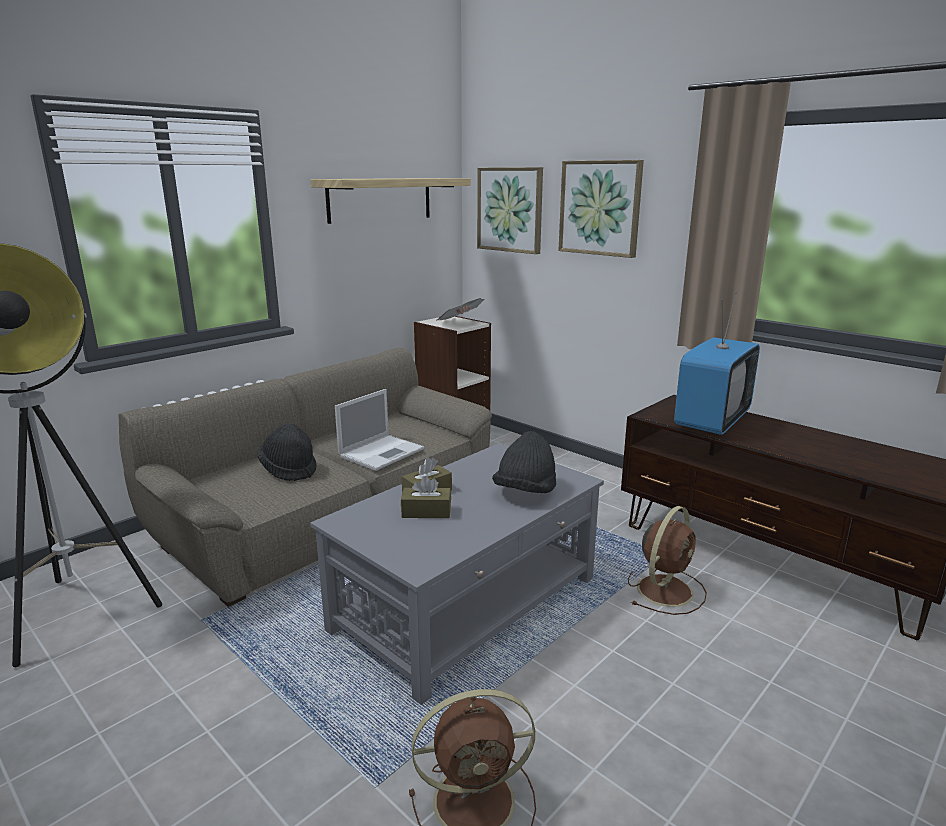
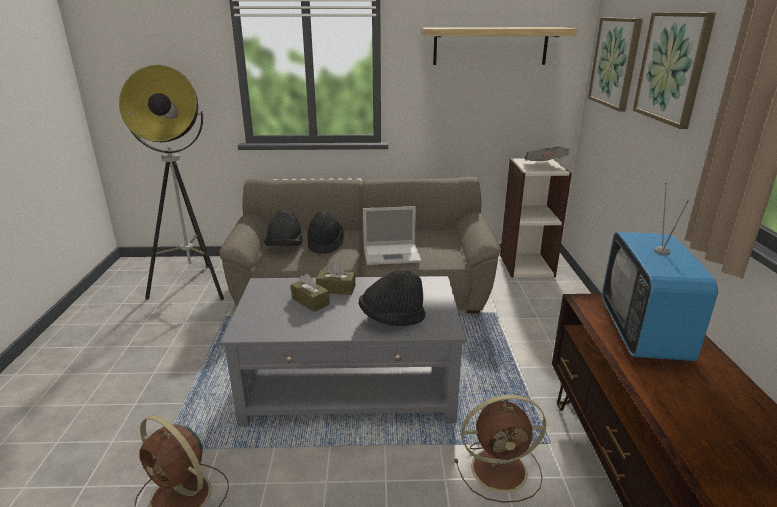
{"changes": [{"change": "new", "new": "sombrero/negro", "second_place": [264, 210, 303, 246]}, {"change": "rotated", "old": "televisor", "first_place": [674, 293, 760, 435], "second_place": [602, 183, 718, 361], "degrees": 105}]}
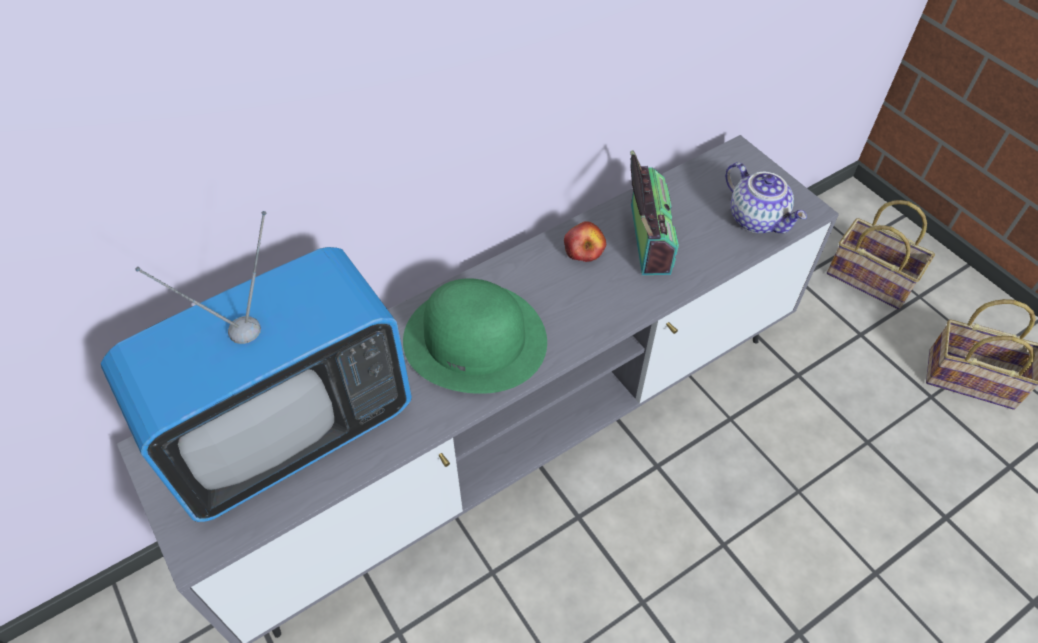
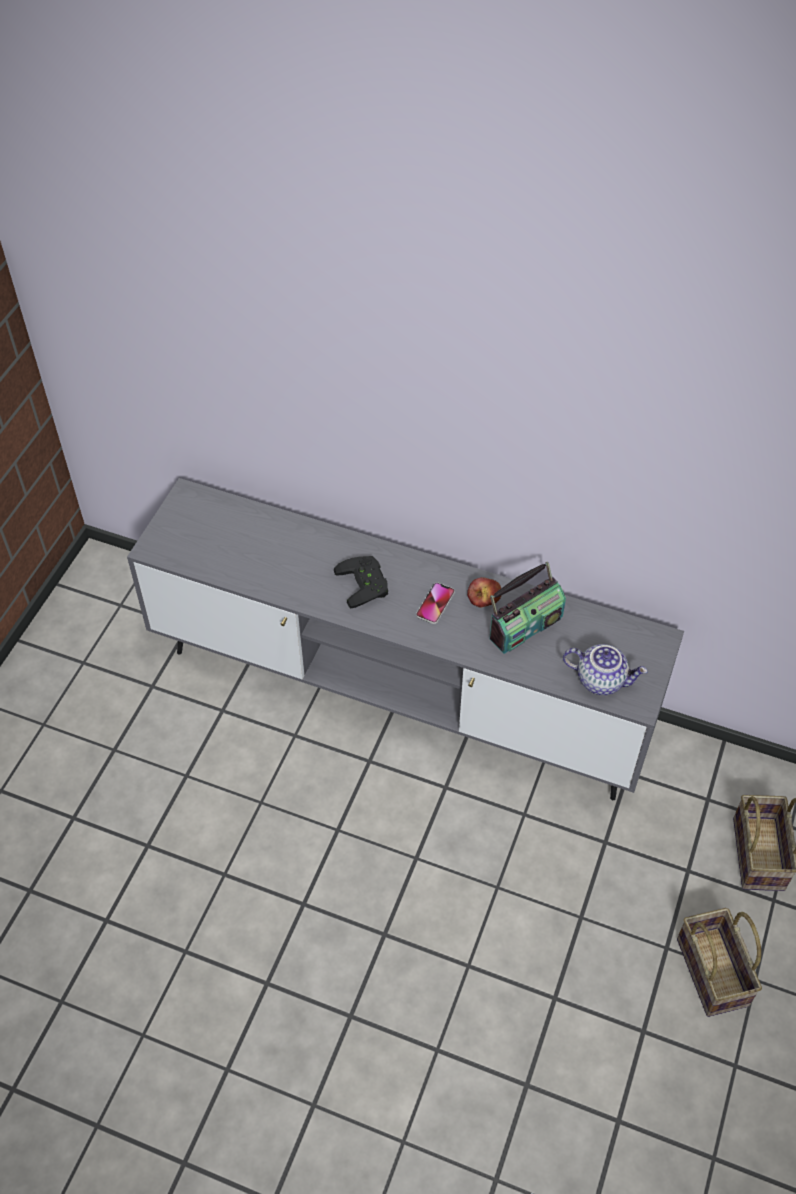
{"changes": [{"change": "swapped", "old": "sombrero/verde", "new": "mando de consola/negro", "first_place": [403, 278, 547, 394], "second_place": [334, 556, 388, 608]}, {"change": "new", "new": "móvil", "second_place": [416, 582, 455, 624]}, {"change": "rotated", "old": "tetera", "first_place": [725, 162, 807, 234], "second_place": [563, 644, 648, 695], "degrees": -90}, {"change": "gone", "old": "televisor", "first_place": [101, 211, 412, 522]}]}
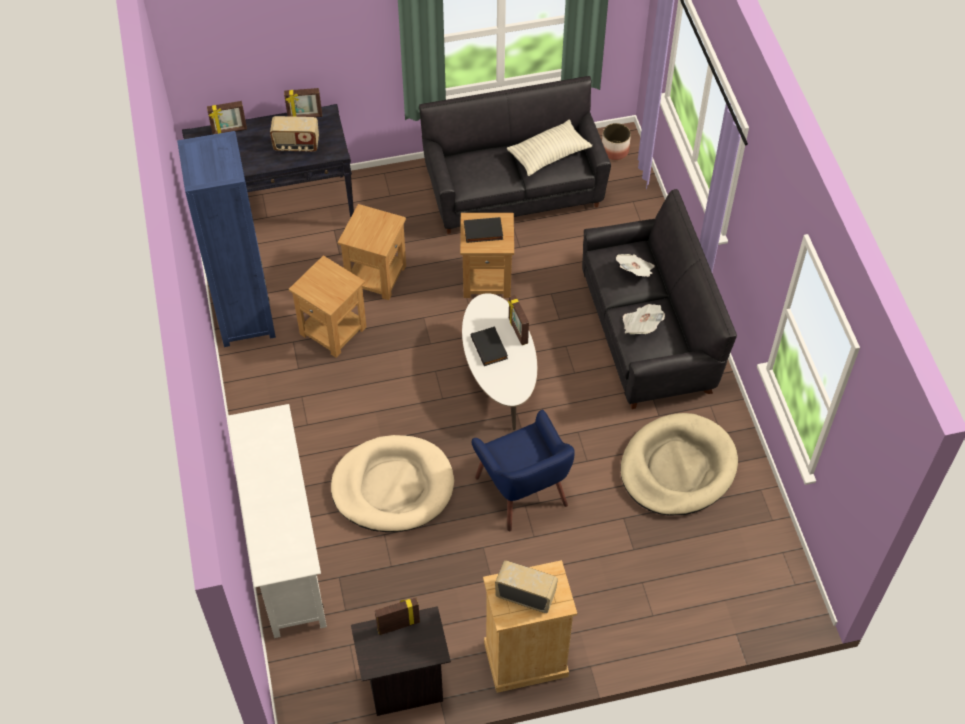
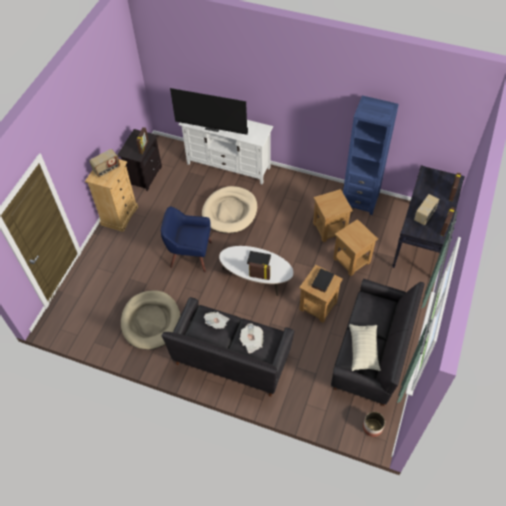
{"changes": [{"change": "new", "new": "televisor", "second_place": [170, 88, 248, 135]}]}
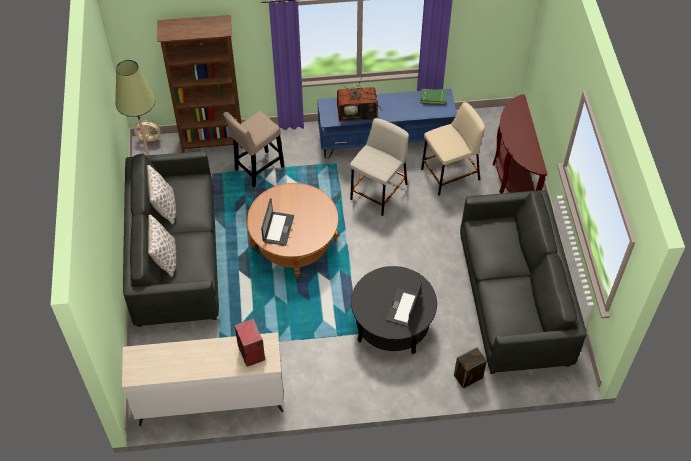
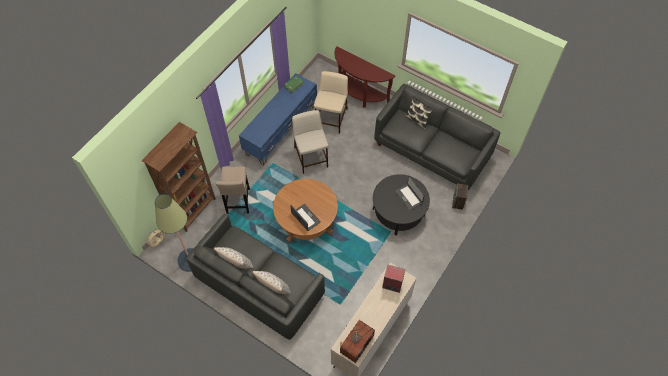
{"changes": [{"change": "shifted", "old": "televisor", "first_place": [337, 75, 383, 122], "second_place": [340, 320, 375, 363]}, {"change": "new", "new": "cojín", "second_place": [405, 96, 433, 129]}]}
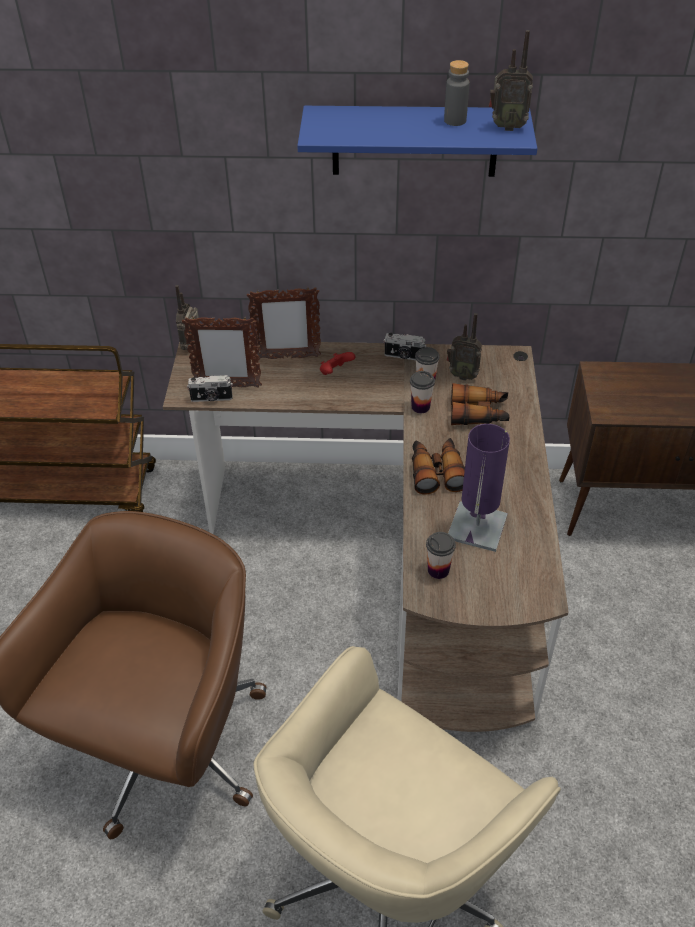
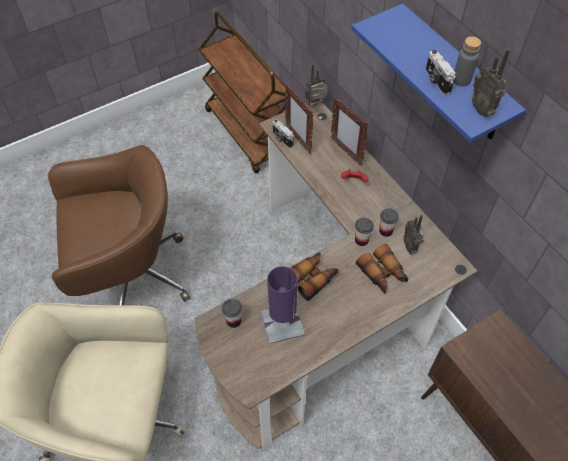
{"changes": [{"change": "shifted", "old": "cámara", "first_place": [384, 333, 426, 360], "second_place": [425, 50, 456, 95]}]}
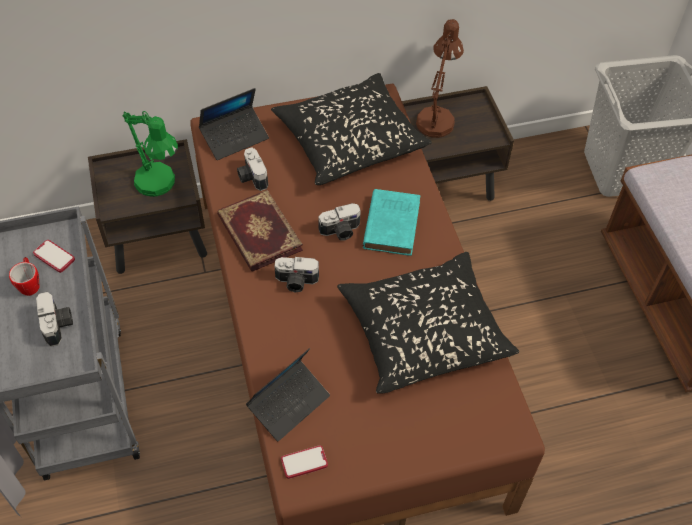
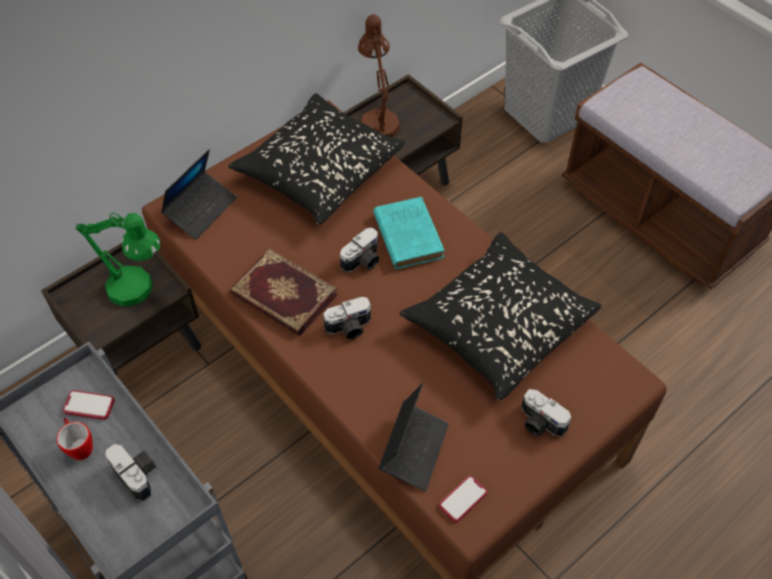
{"changes": [{"change": "shifted", "old": "cámara", "first_place": [237, 147, 268, 191], "second_place": [522, 389, 571, 437]}]}
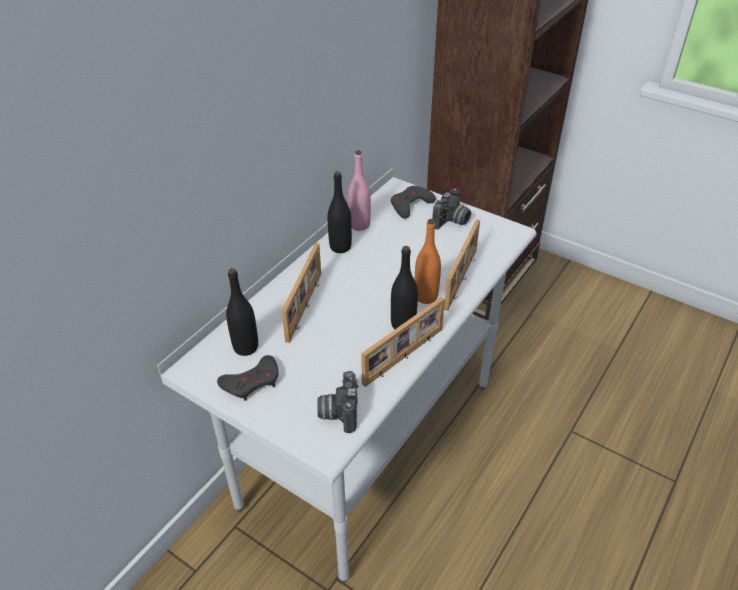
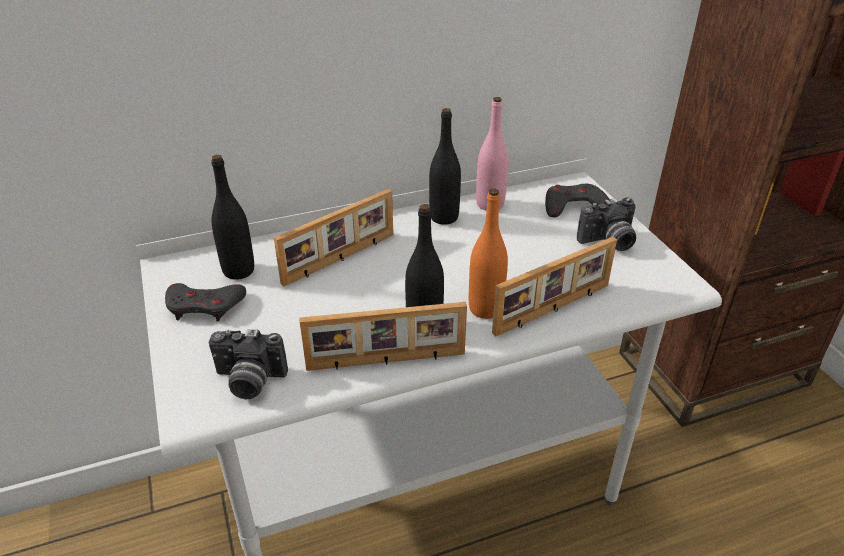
{"changes": [{"change": "rotated", "old": "cámara", "first_place": [317, 371, 358, 433], "second_place": [208, 329, 288, 399], "degrees": -120}]}
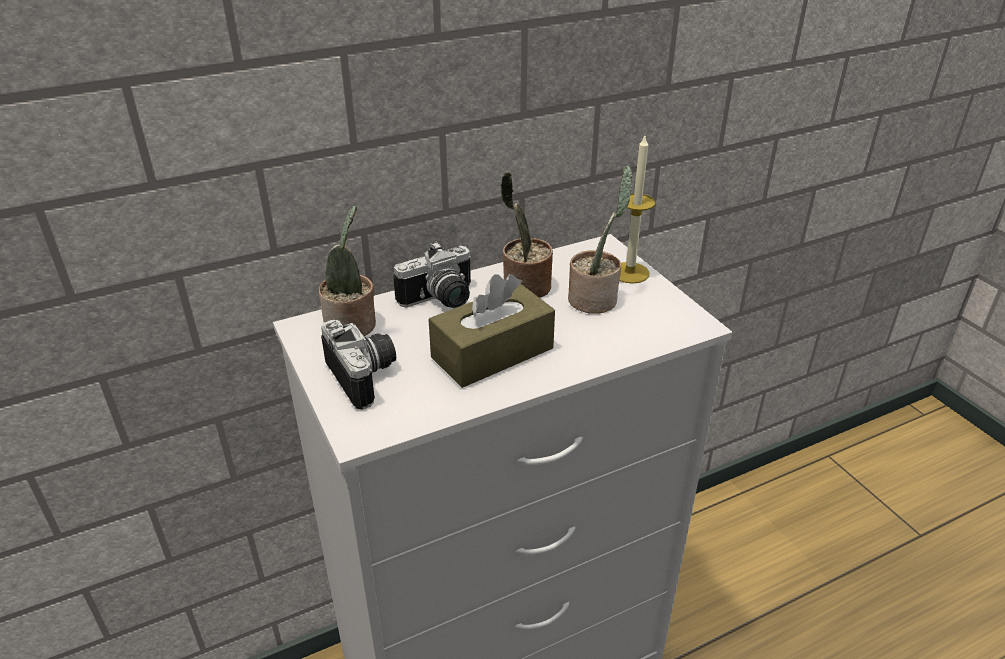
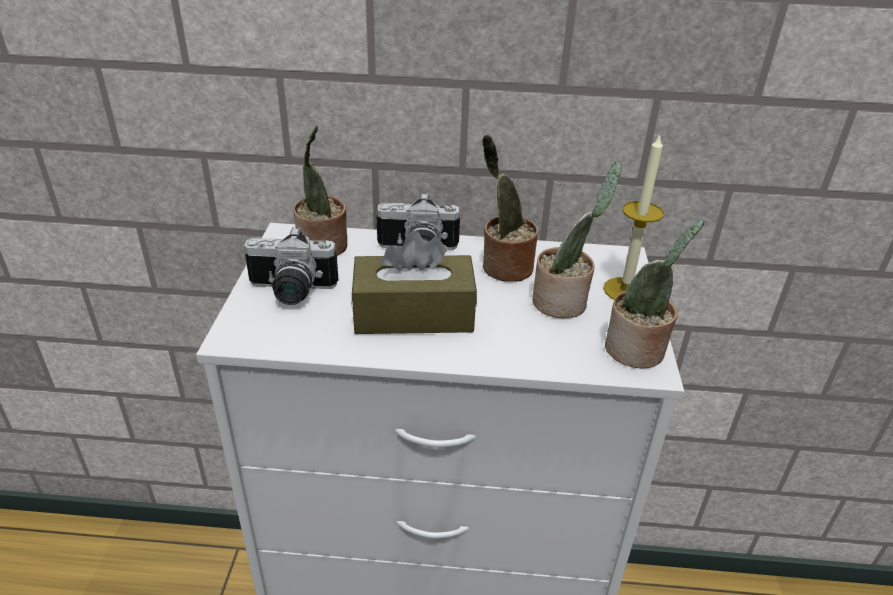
{"changes": [{"change": "rotated", "old": "cámara", "first_place": [321, 320, 396, 409], "second_place": [244, 227, 339, 305], "degrees": 90}, {"change": "new", "new": "planta en maceta", "second_place": [605, 219, 704, 368]}]}
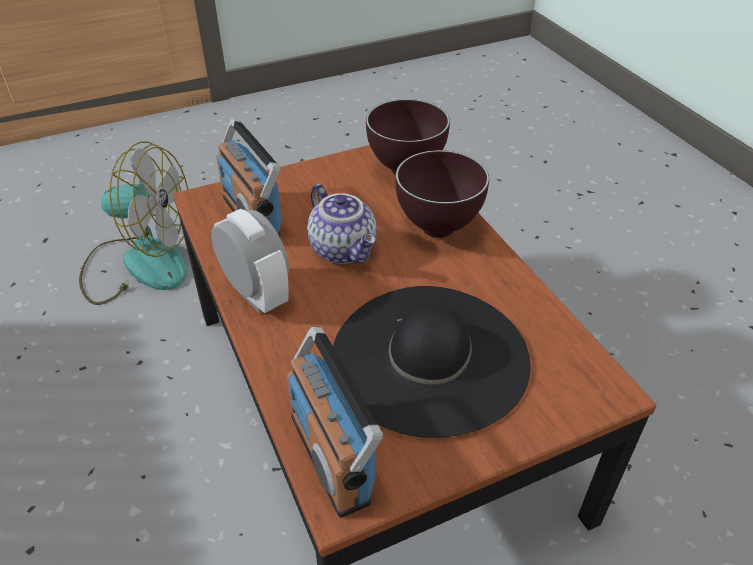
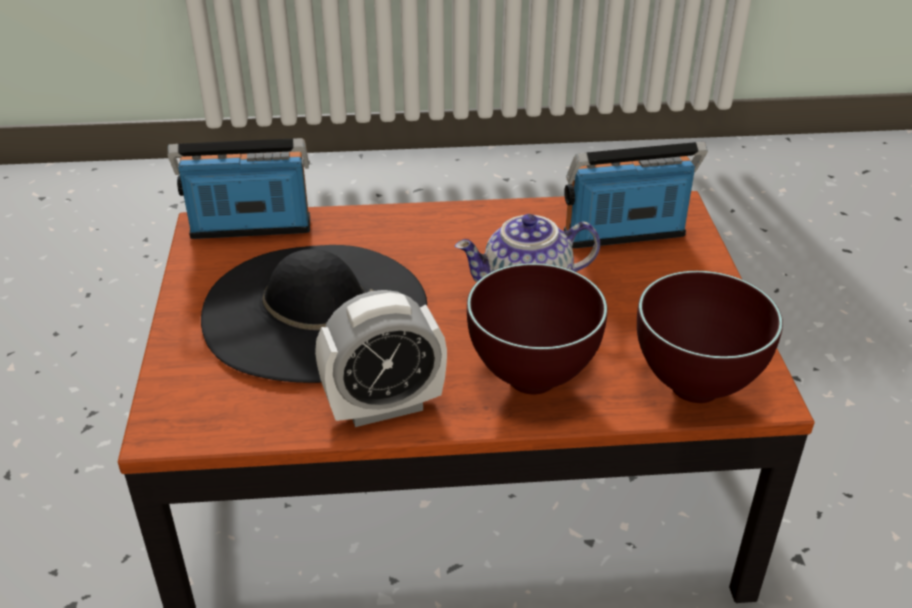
{"changes": [{"change": "shifted", "old": "despertador", "first_place": [211, 209, 289, 314], "second_place": [315, 290, 447, 427]}, {"change": "gone", "old": "ventilador", "first_place": [79, 141, 188, 305]}]}
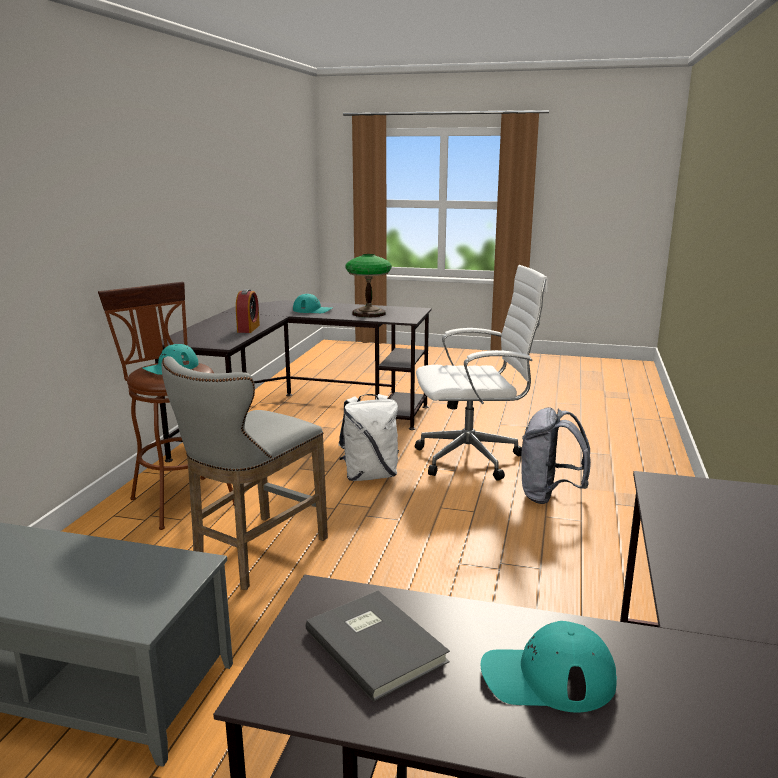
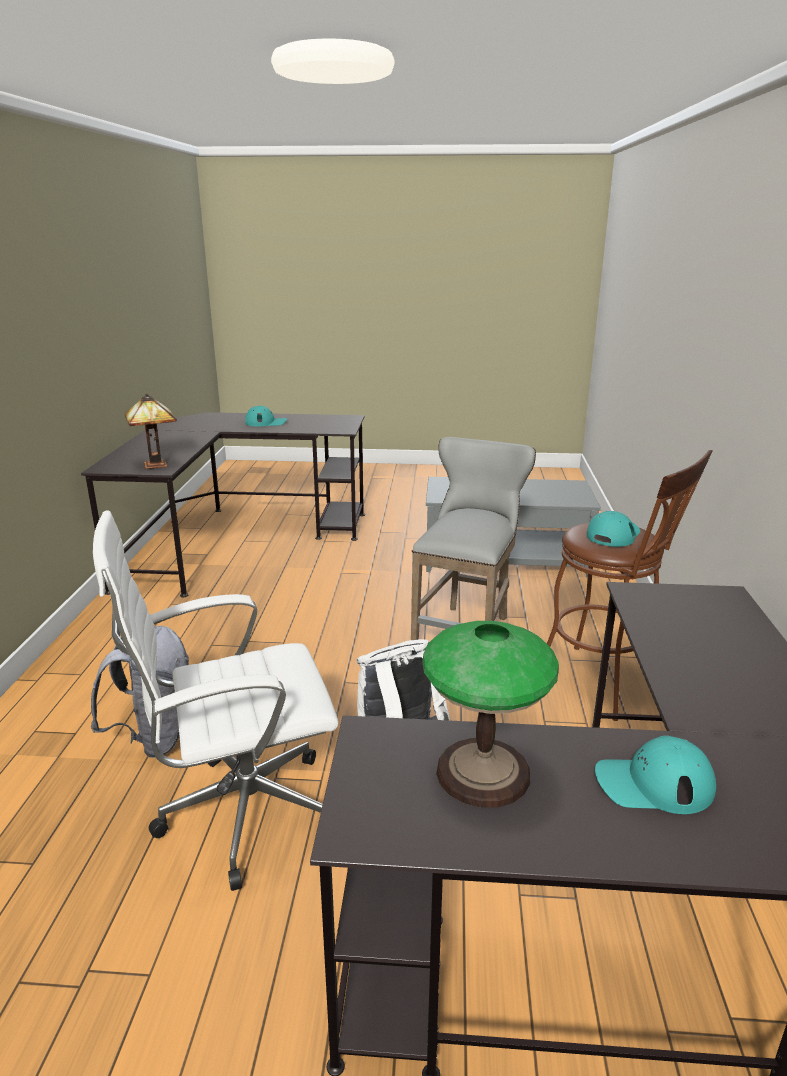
{"changes": [{"change": "new", "new": "lámpara de mesa", "second_place": [125, 394, 177, 469]}, {"change": "gone", "old": "despertador", "first_place": [236, 289, 260, 333]}, {"change": "gone", "old": "libro/gris", "first_place": [305, 591, 450, 702]}]}
